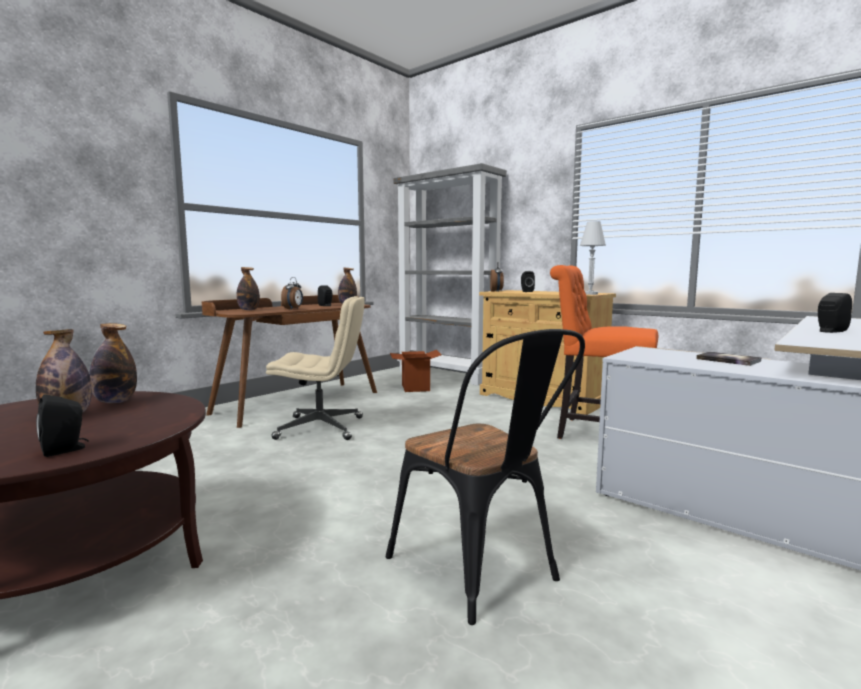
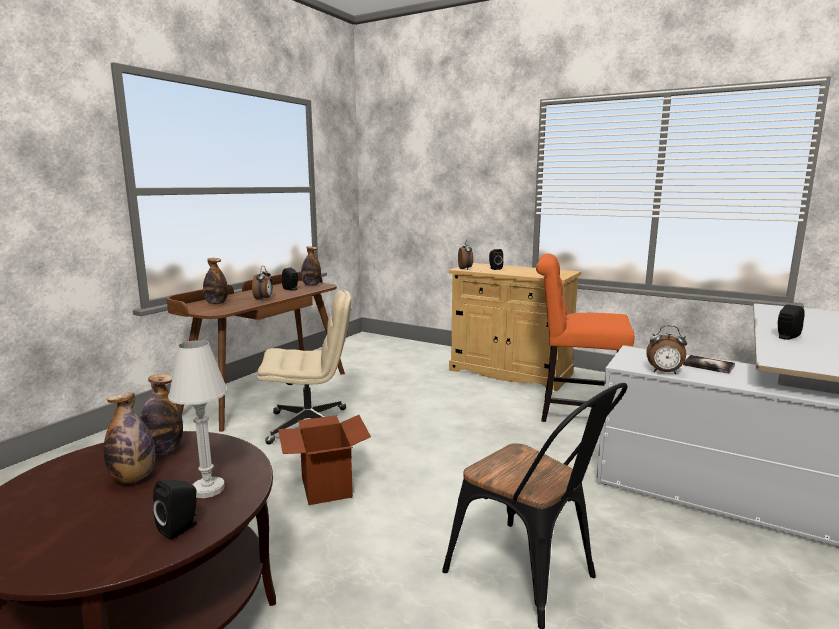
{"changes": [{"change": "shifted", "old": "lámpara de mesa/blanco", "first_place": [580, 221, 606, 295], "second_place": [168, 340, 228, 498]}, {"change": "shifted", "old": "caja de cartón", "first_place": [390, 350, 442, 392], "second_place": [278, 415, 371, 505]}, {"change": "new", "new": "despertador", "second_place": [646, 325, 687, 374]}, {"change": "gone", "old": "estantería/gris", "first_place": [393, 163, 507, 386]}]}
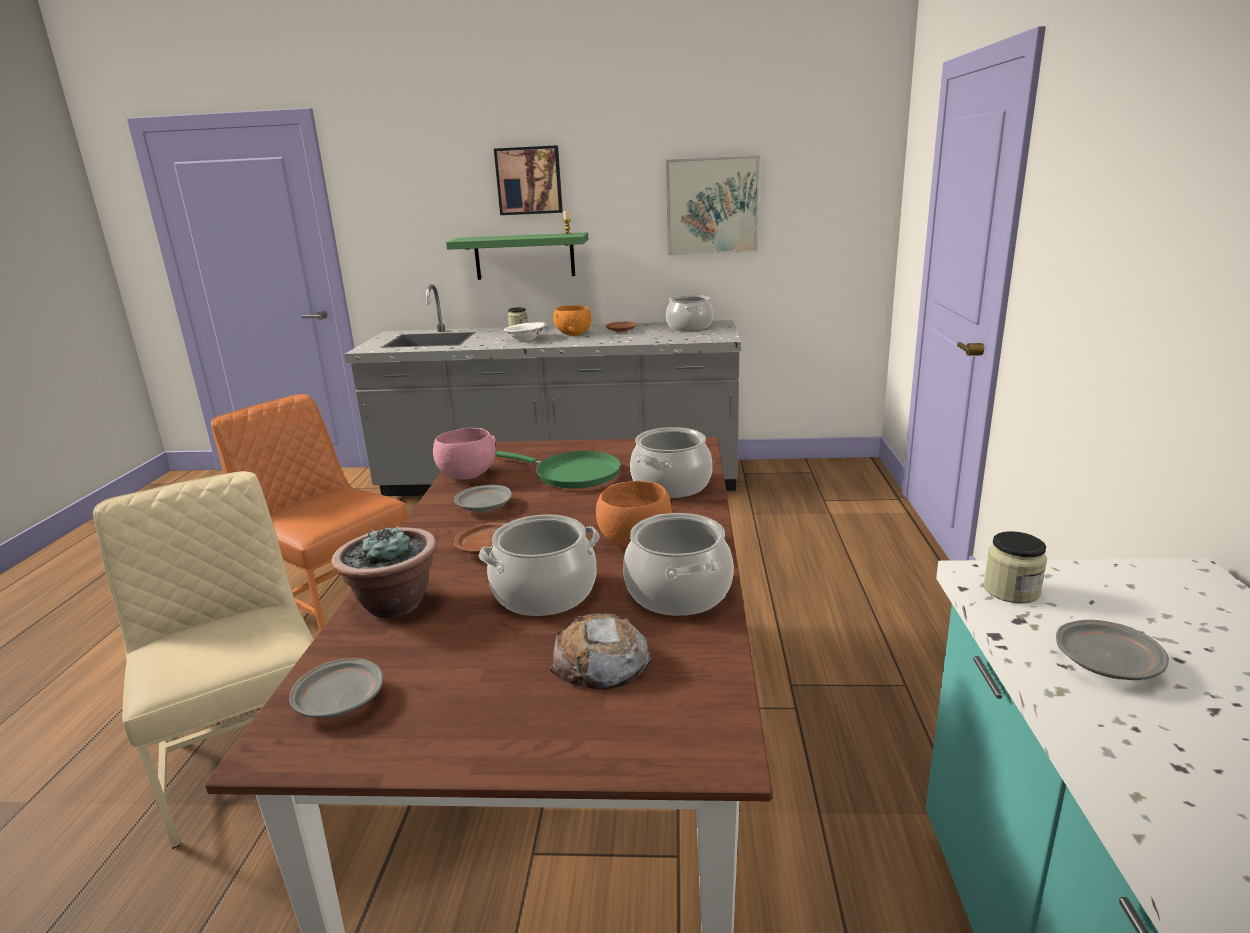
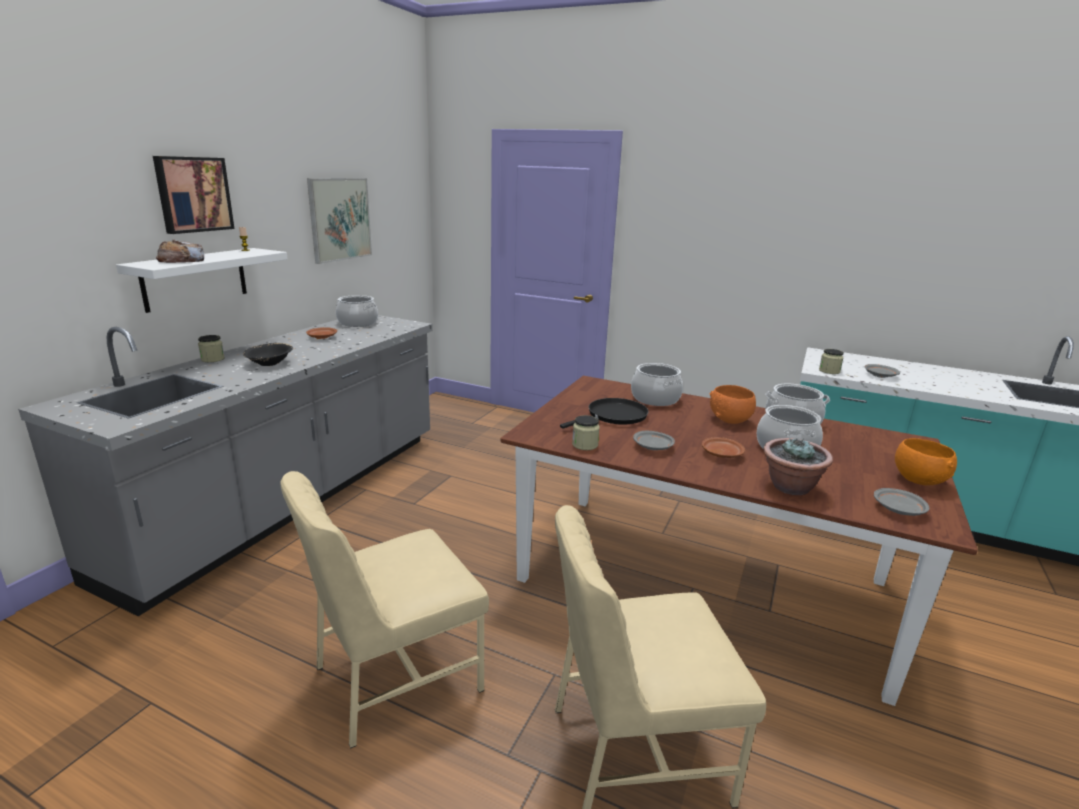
{"changes": [{"change": "repainted", "old": "estante/verde", "new": "estante/blanco", "first_place": [446, 232, 589, 280], "second_place": [116, 248, 288, 313]}, {"change": "shifted", "old": "pan", "first_place": [550, 613, 652, 690], "second_place": [156, 240, 204, 263]}, {"change": "repainted", "old": "cuenco/blanco", "new": "cuenco/negro", "first_place": [504, 322, 547, 341], "second_place": [243, 343, 293, 366]}, {"change": "repainted", "old": "silla/naranja", "new": "silla/beis", "first_place": [211, 394, 408, 632], "second_place": [280, 471, 489, 749]}, {"change": "repainted", "old": "sartén/verde", "new": "sartén/negro", "first_place": [495, 451, 621, 488], "second_place": [560, 398, 648, 429]}, {"change": "swapped", "old": "cuenco/rosa", "new": "tarro", "first_place": [433, 428, 497, 480], "second_place": [572, 415, 600, 450]}, {"change": "shifted", "old": "cuenco/naranja", "first_place": [553, 305, 592, 336], "second_place": [895, 438, 957, 485]}]}
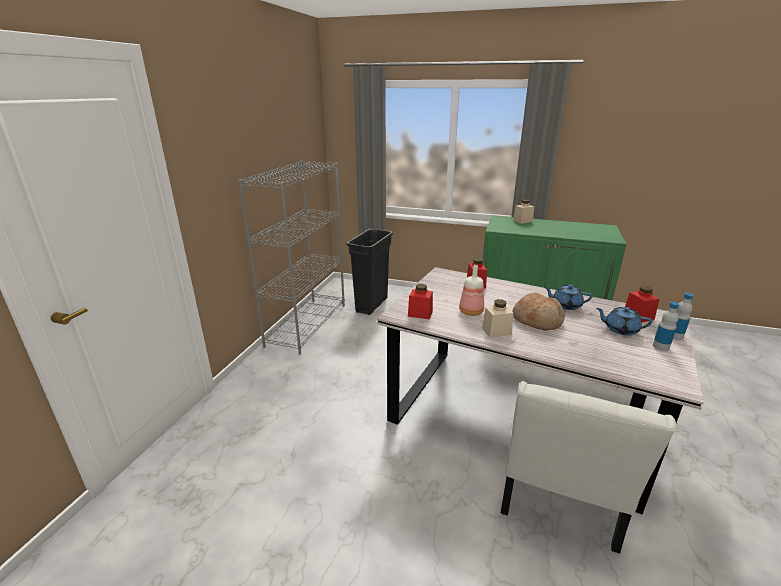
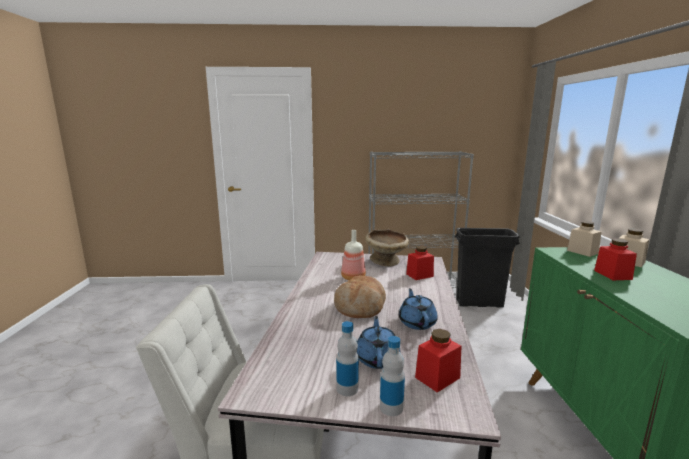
{"changes": [{"change": "new", "new": "cuenco/beis", "second_place": [365, 229, 409, 267]}, {"change": "shifted", "old": "tarro/beis", "first_place": [482, 299, 514, 338], "second_place": [567, 221, 601, 257]}, {"change": "shifted", "old": "tarro/rojo", "first_place": [408, 284, 433, 319], "second_place": [594, 238, 637, 280]}]}
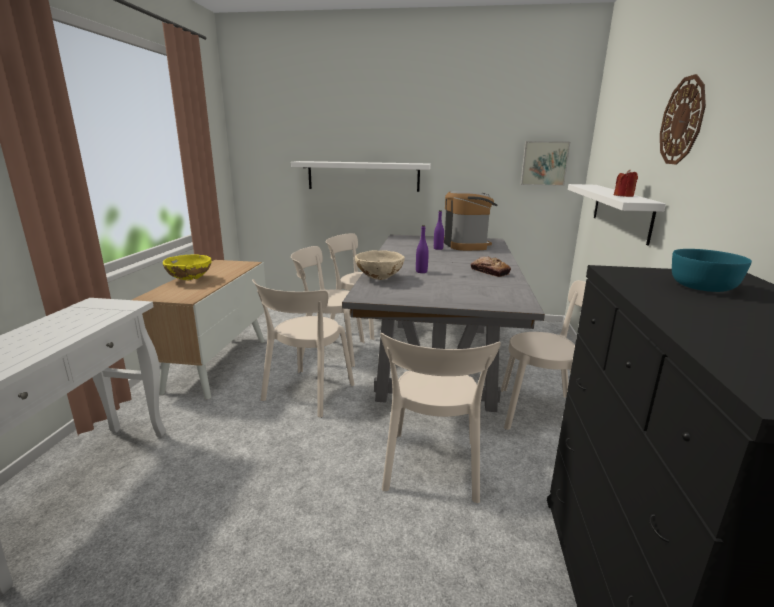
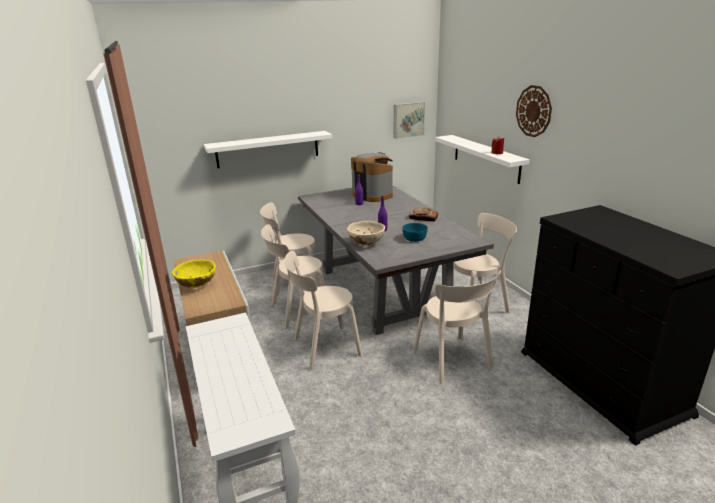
{"changes": [{"change": "rotated", "old": "silla/beis", "first_place": [252, 279, 354, 418], "second_place": [284, 251, 363, 371], "degrees": 75}, {"change": "shifted", "old": "cuenco/turquesa", "first_place": [672, 249, 752, 292], "second_place": [402, 223, 428, 242]}]}
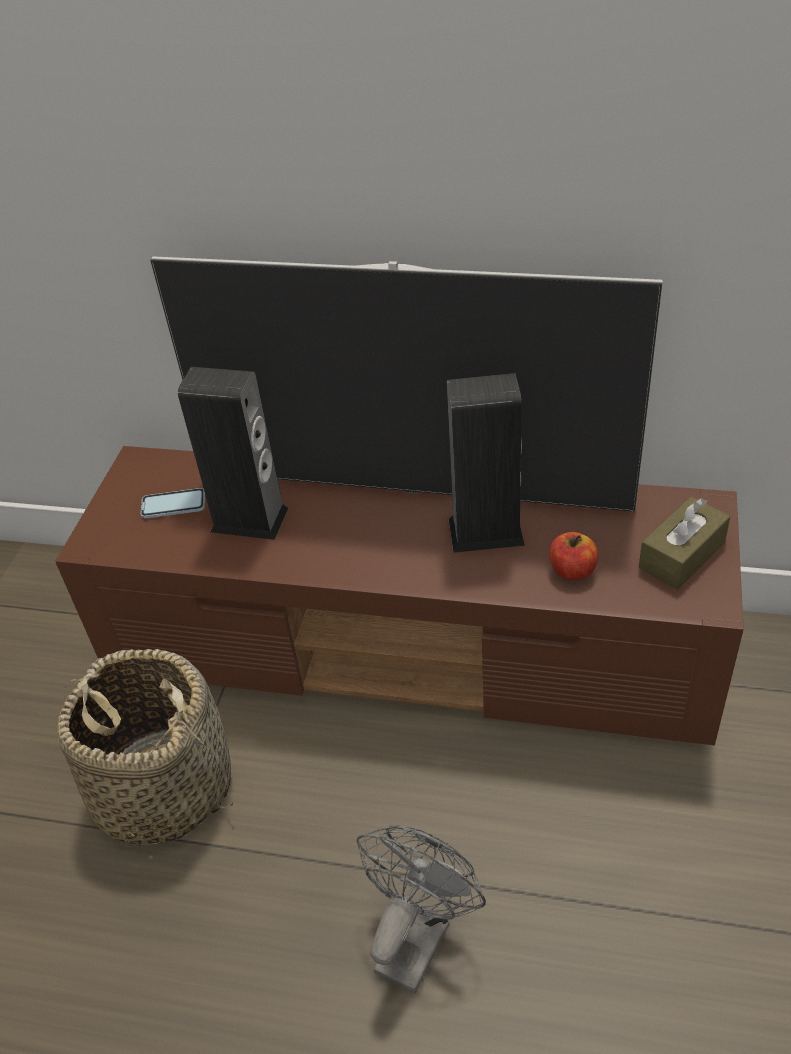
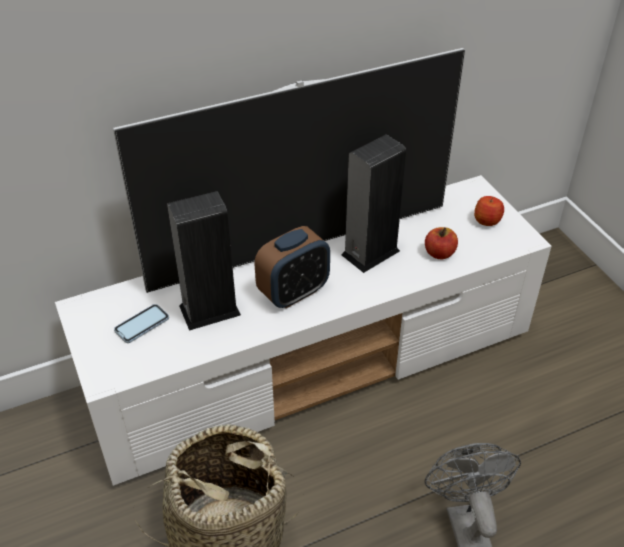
{"changes": [{"change": "repainted", "old": "mueble de televisión/marrón", "new": "mueble de televisión/blanco", "first_place": [55, 446, 744, 745], "second_place": [55, 175, 551, 486]}, {"change": "new", "new": "despertador", "second_place": [255, 226, 330, 308]}, {"change": "swapped", "old": "caja de pañuelos/marrón", "new": "manzana", "first_place": [639, 497, 730, 589], "second_place": [474, 196, 504, 226]}]}
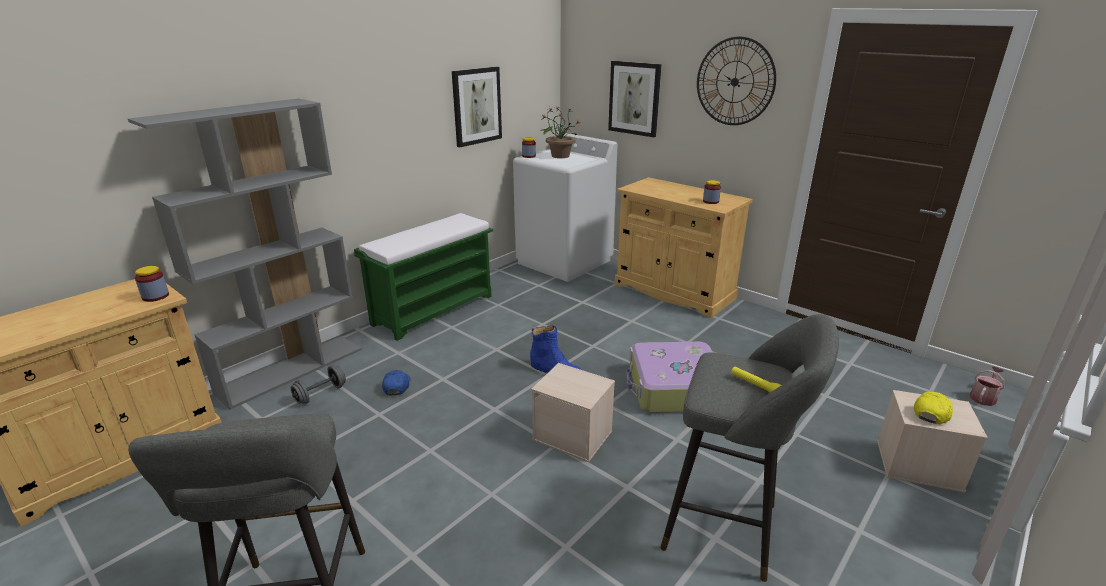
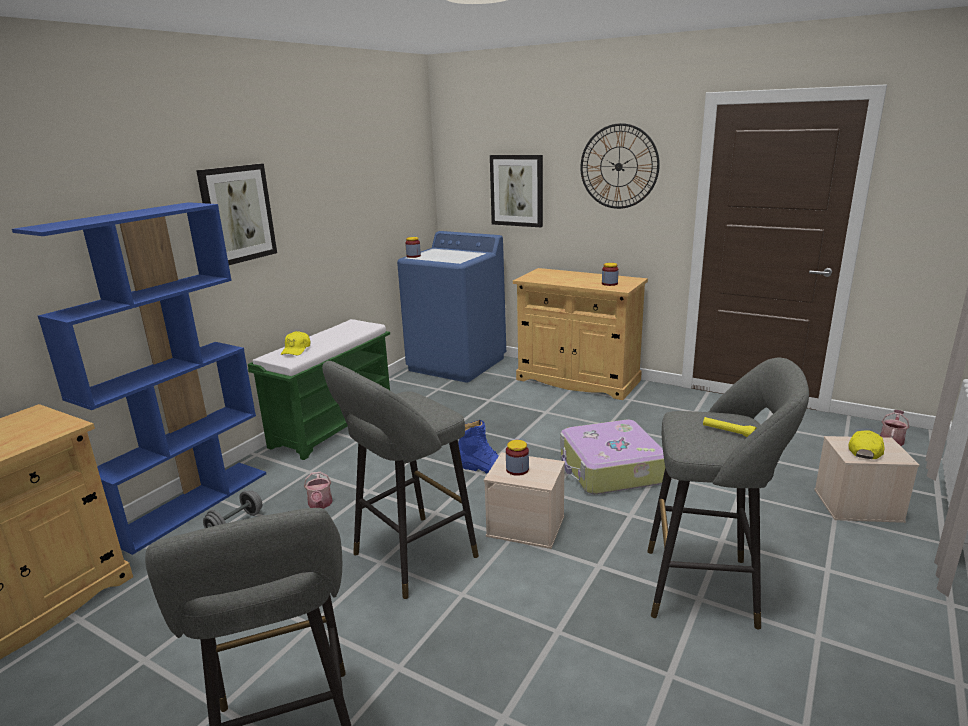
{"changes": [{"change": "repainted", "old": "estantería/gris", "new": "estantería/azul", "first_place": [128, 98, 361, 410], "second_place": [12, 202, 266, 555]}, {"change": "shifted", "old": "cuadro", "first_place": [452, 67, 502, 147], "second_place": [196, 164, 277, 265]}, {"change": "new", "new": "gorra/amarillo", "second_place": [281, 331, 310, 355]}, {"change": "swapped", "old": "gorra/azul", "new": "regadera", "first_place": [382, 370, 411, 396], "second_place": [304, 472, 333, 509]}, {"change": "new", "new": "taburete/gris", "second_place": [322, 361, 479, 599]}, {"change": "repainted", "old": "lavadora/blanco", "new": "lavadora/azul", "first_place": [513, 132, 617, 282], "second_place": [397, 231, 506, 383]}, {"change": "shifted", "old": "tarro", "first_place": [135, 266, 169, 302], "second_place": [506, 440, 529, 476]}, {"change": "gone", "old": "planta en maceta", "first_place": [540, 106, 579, 158]}]}
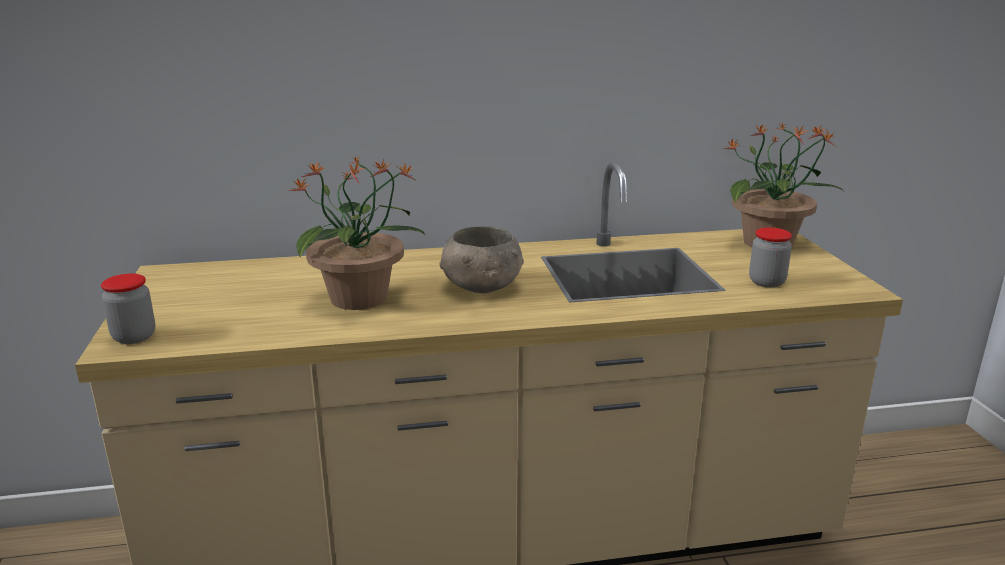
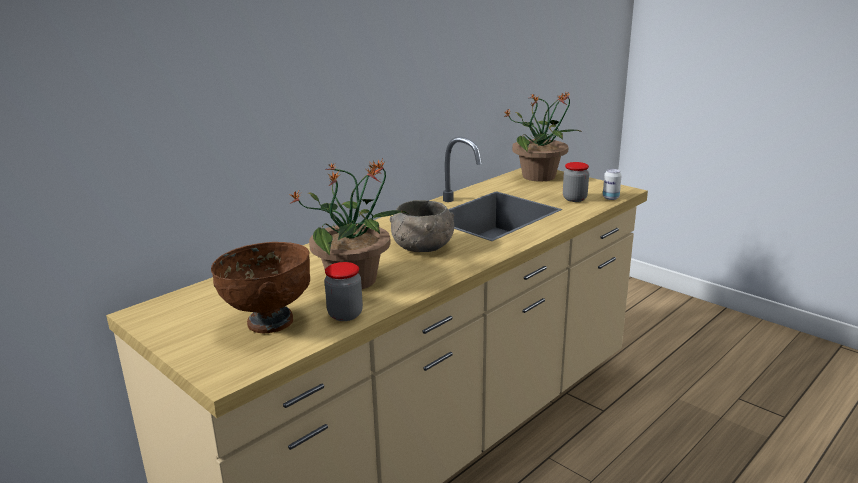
{"changes": [{"change": "new", "new": "cuenco/marrón", "second_place": [211, 242, 310, 333]}, {"change": "shifted", "old": "tarro", "first_place": [101, 273, 155, 344], "second_place": [324, 262, 363, 321]}, {"change": "new", "new": "lata", "second_place": [603, 169, 622, 200]}]}
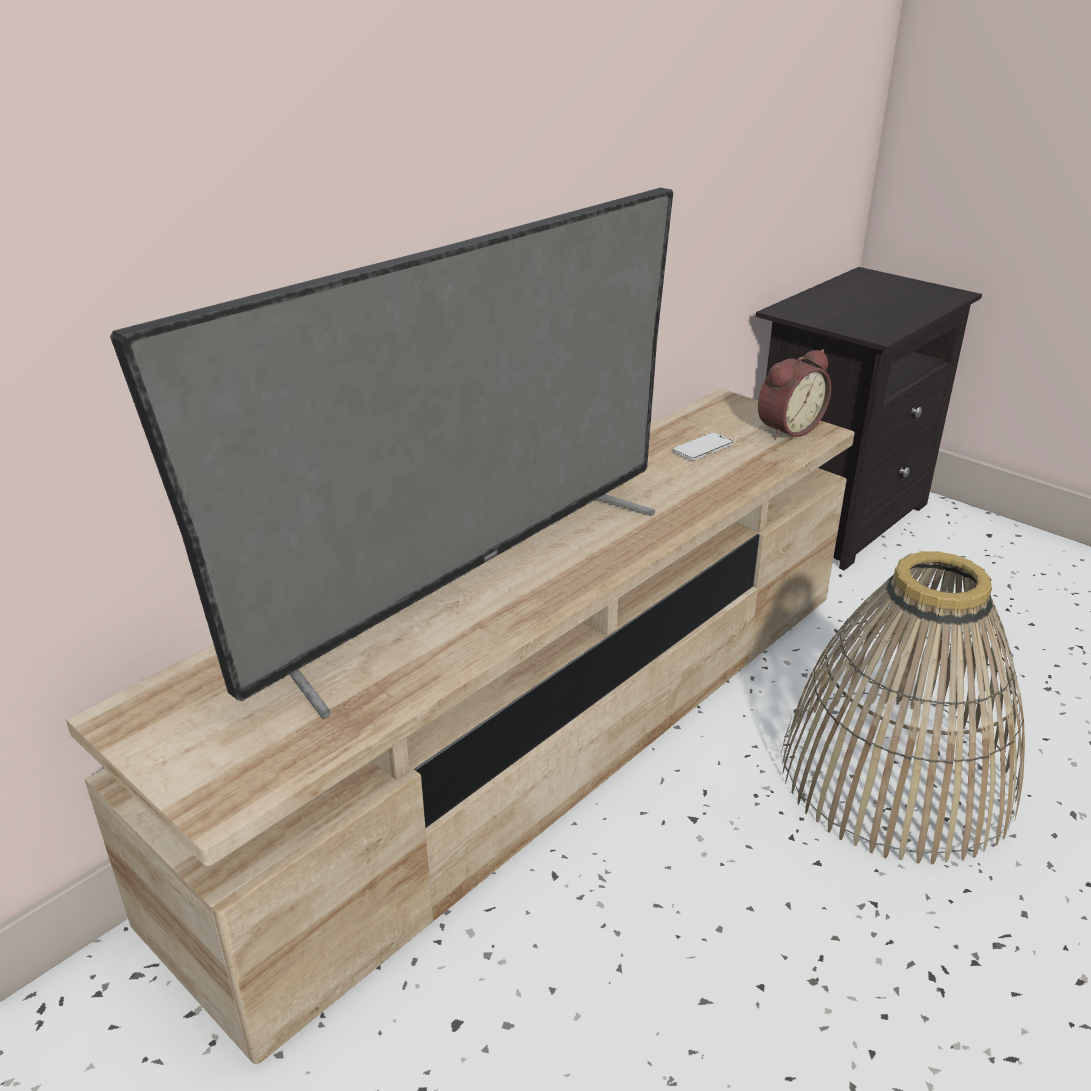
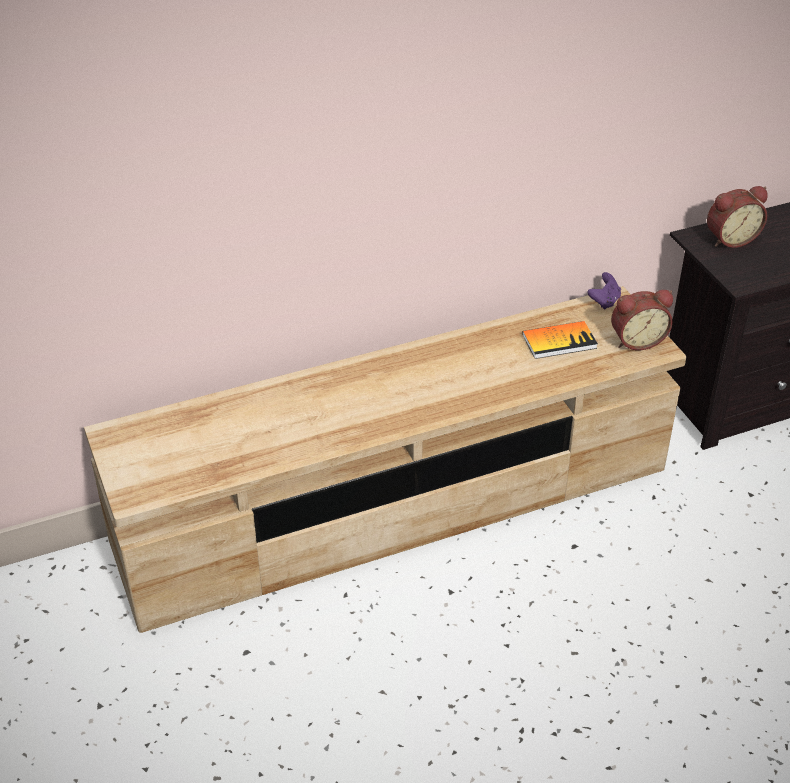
{"changes": [{"change": "swapped", "old": "móvil", "new": "libro", "first_place": [673, 433, 733, 460], "second_place": [522, 321, 598, 359]}, {"change": "new", "new": "mando de consola/morado", "second_place": [587, 272, 621, 310]}, {"change": "new", "new": "despertador", "second_place": [707, 186, 768, 248]}, {"change": "gone", "old": "televisor", "first_place": [110, 188, 673, 719]}, {"change": "gone", "old": "cesta", "first_place": [781, 551, 1025, 865]}]}
